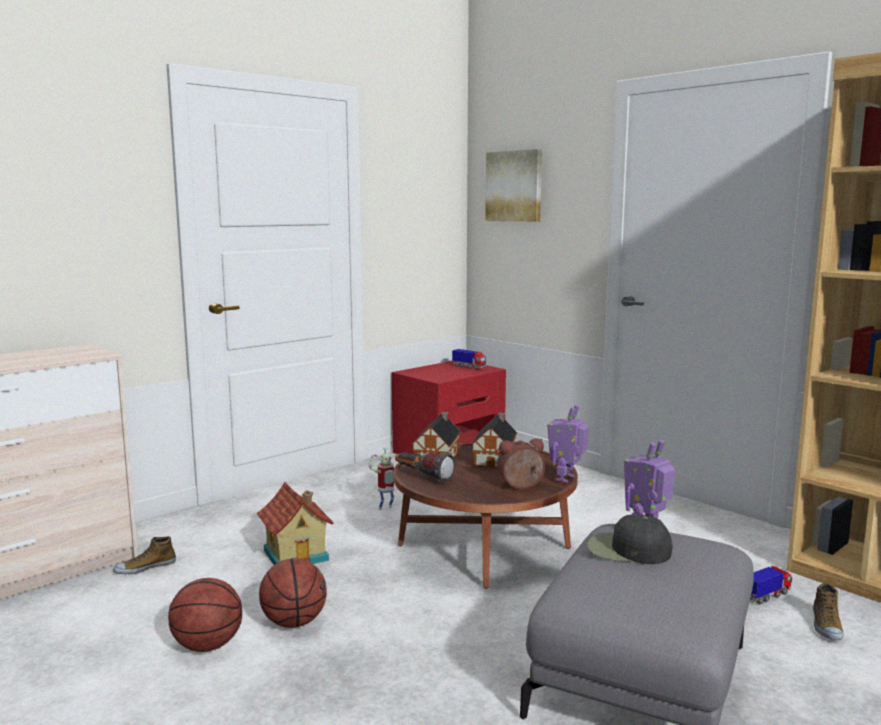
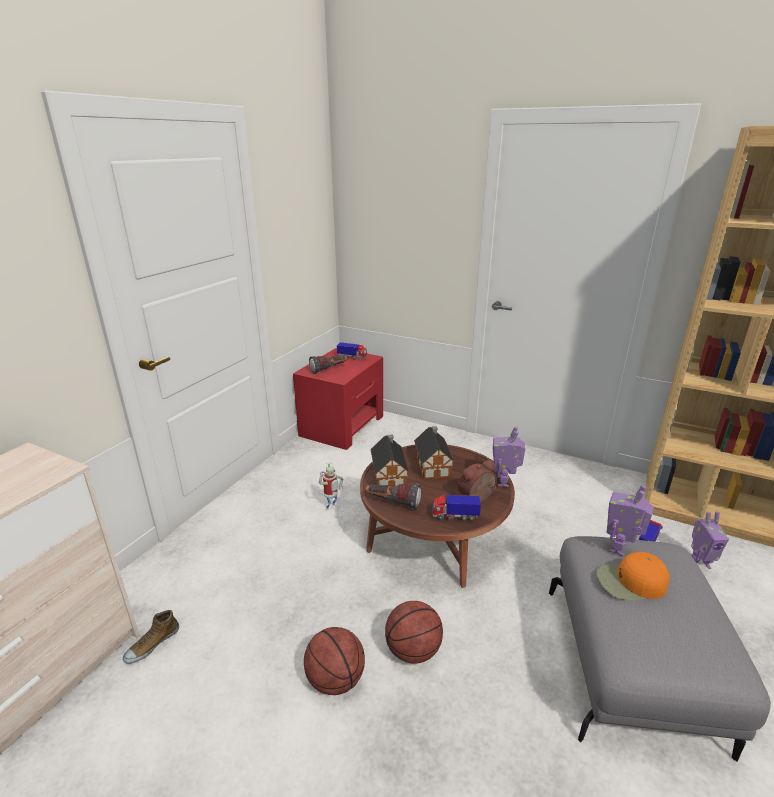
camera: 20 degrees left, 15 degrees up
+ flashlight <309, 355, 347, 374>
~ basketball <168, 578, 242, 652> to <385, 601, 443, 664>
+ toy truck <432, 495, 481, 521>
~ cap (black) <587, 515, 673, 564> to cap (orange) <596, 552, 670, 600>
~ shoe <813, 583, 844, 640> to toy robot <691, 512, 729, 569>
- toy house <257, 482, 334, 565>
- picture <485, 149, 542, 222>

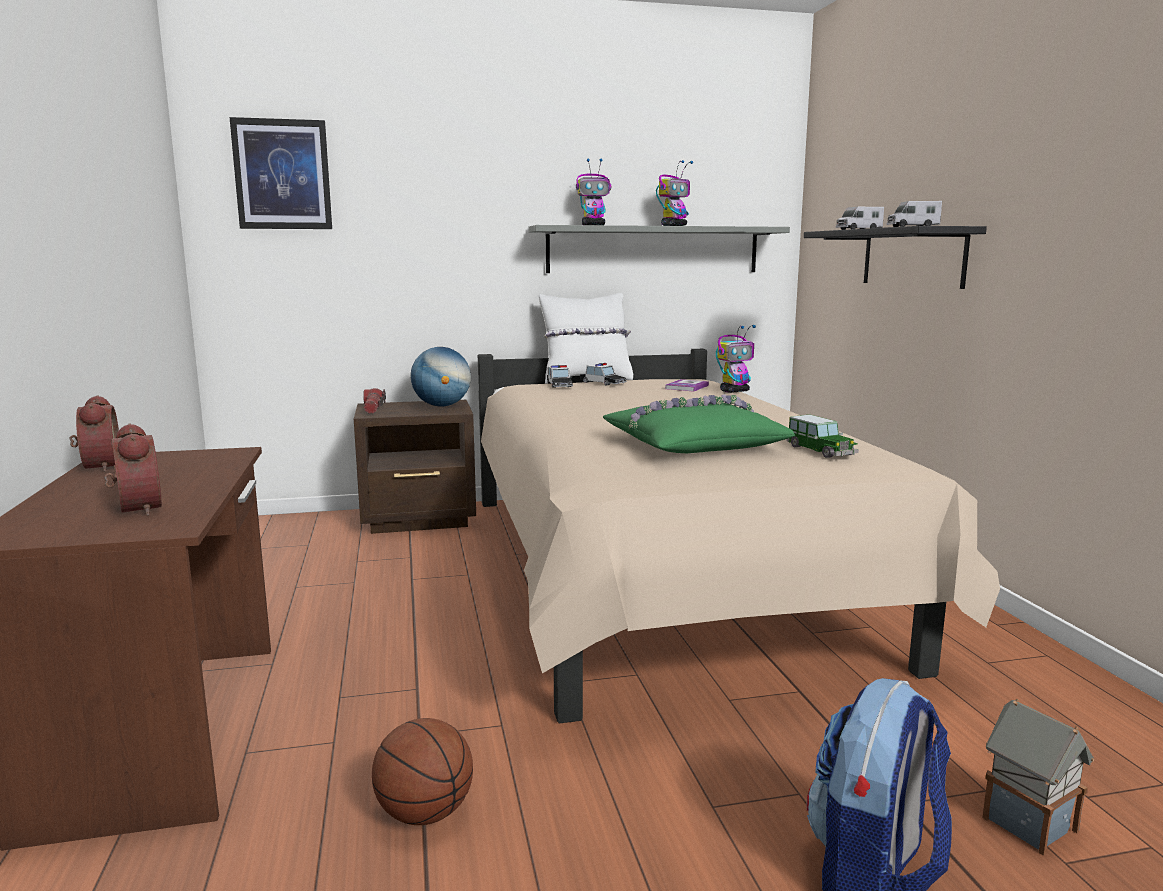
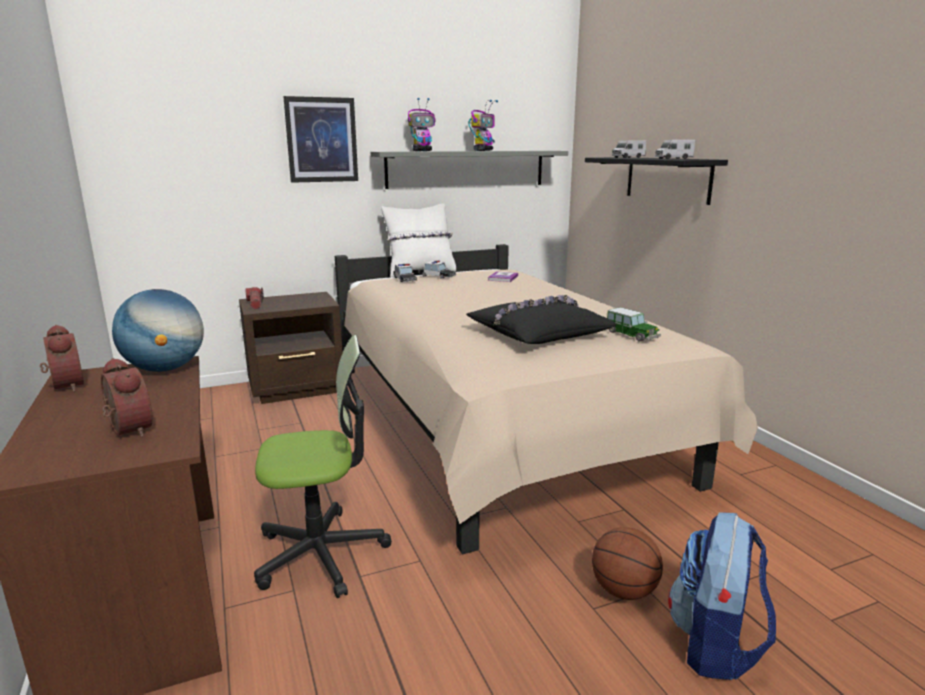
camera: 10 degrees left, 5 degrees up
~ globe <411, 347, 471, 407> to <112, 289, 204, 372>
+ office chair <254, 335, 392, 598>
~ picture <230, 117, 332, 229> to <283, 96, 358, 183>
~ pillow (green) <603, 394, 795, 453> to pillow (black) <466, 295, 616, 344>
~ basketball <372, 718, 473, 825> to <592, 527, 663, 600>
- toy robot <716, 325, 756, 393>
- toy house <983, 698, 1094, 856>

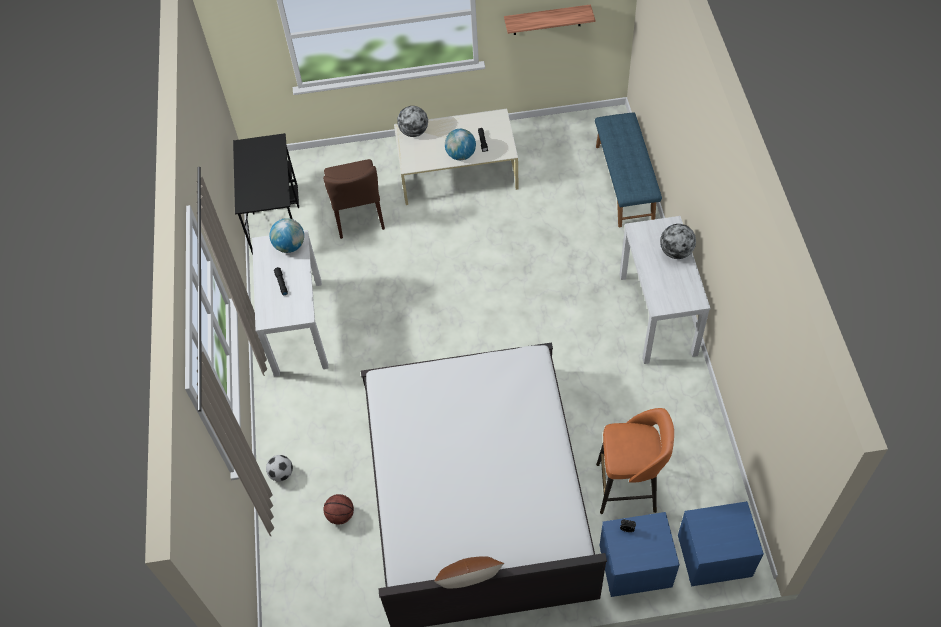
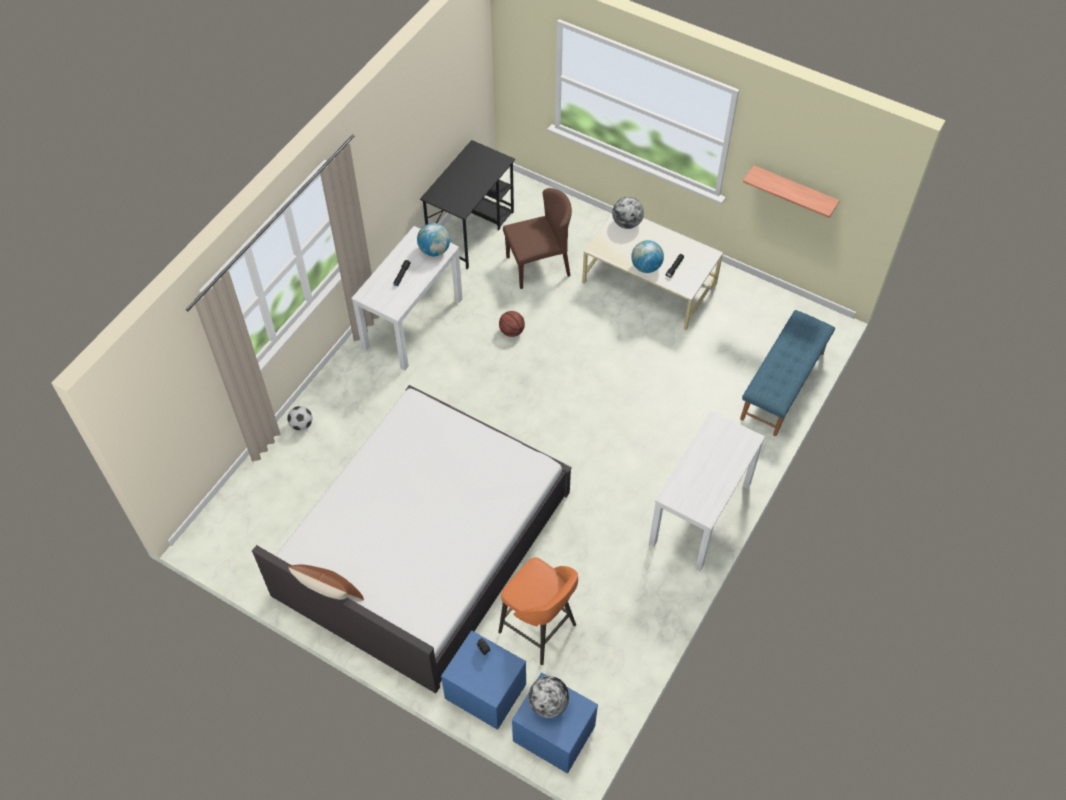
camera: 35 degrees right, 0 degrees up
~ basketball <323, 494, 354, 525> to <499, 311, 525, 337>
~ chair (brown) <323, 159, 385, 239> = <503, 188, 572, 289> 135 degrees counterclockwise
~ globe <660, 224, 696, 259> to <528, 676, 569, 718>

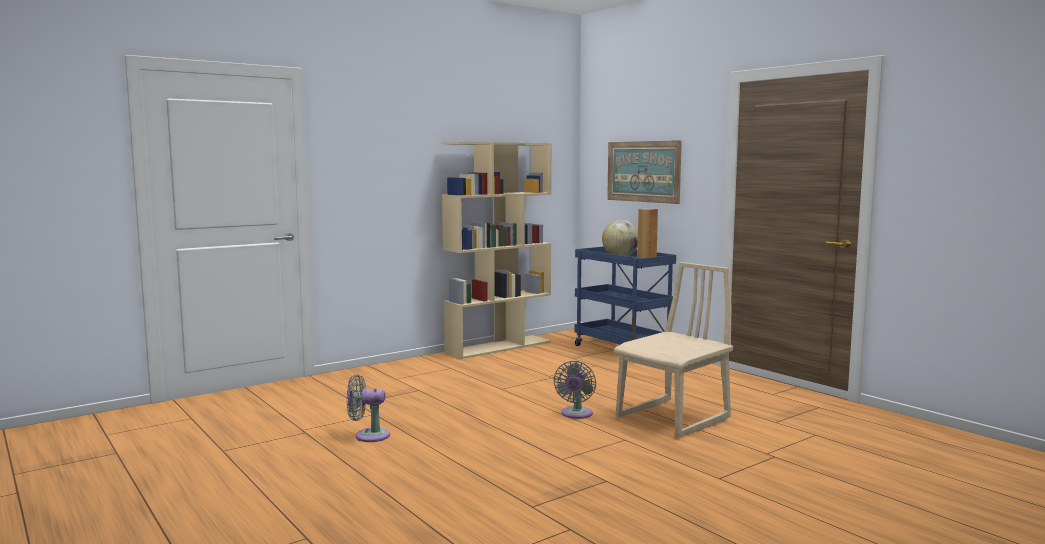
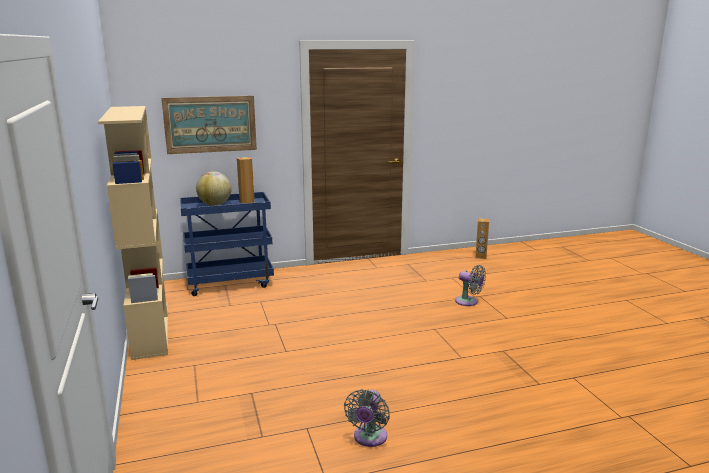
camera: 70 degrees left, 10 degrees up
~ fan (grey) <554, 361, 596, 419> to <455, 265, 486, 306>
+ speaker (brown) <475, 218, 489, 259>
- chair (beige) <613, 262, 733, 438>

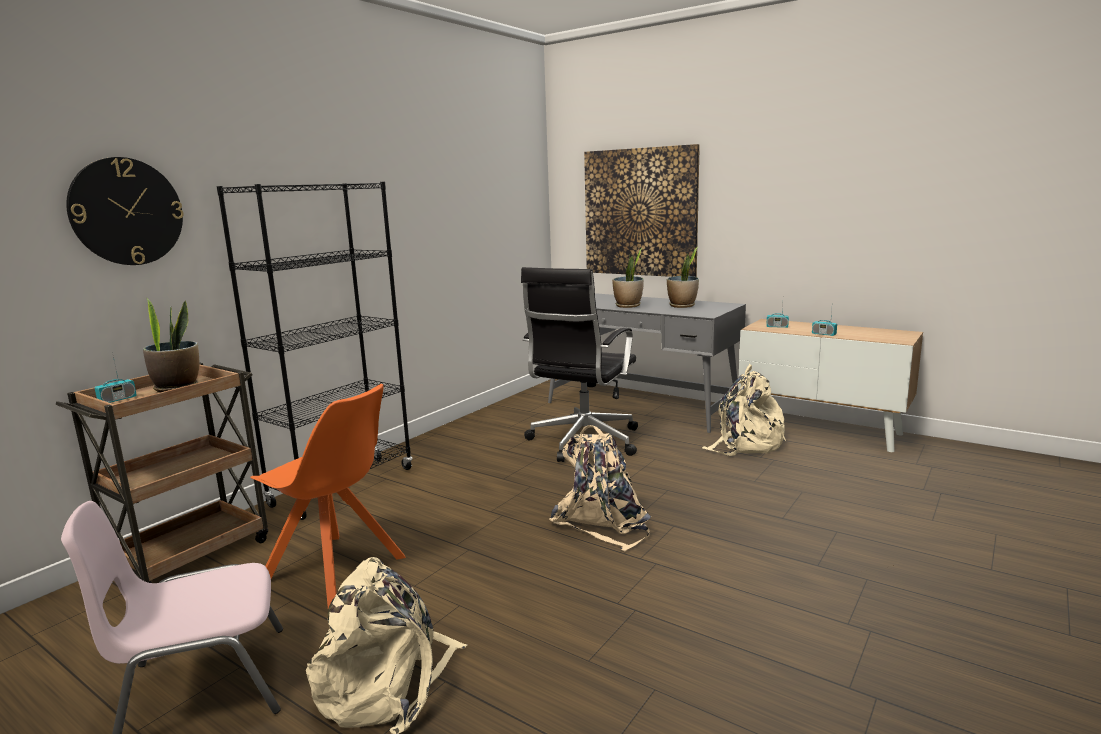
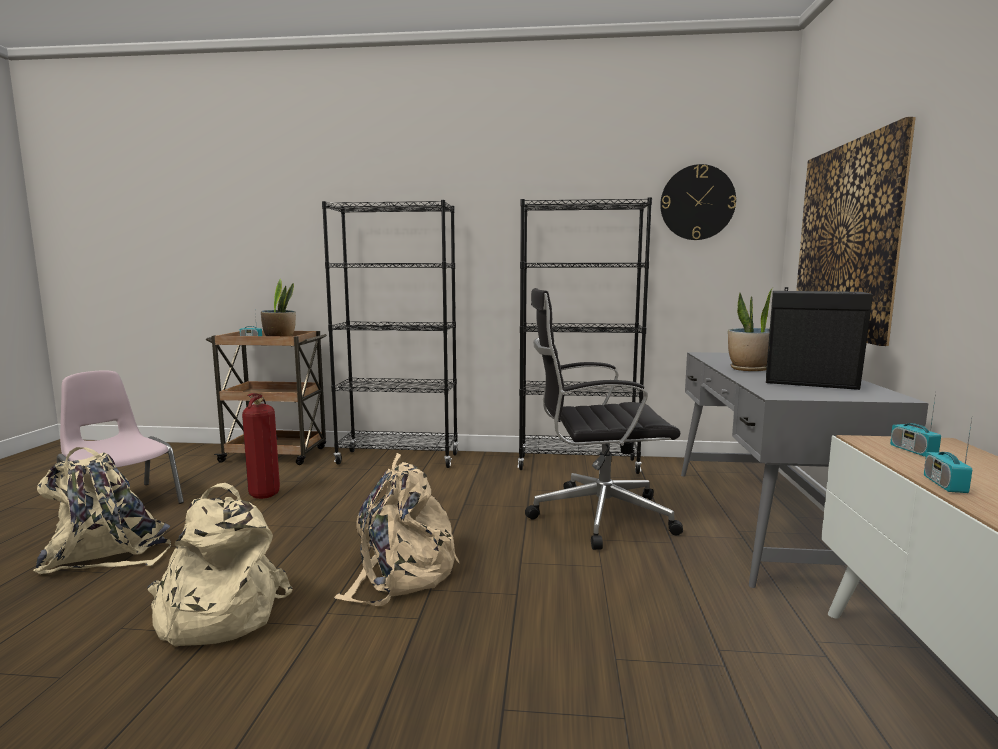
camera: 60 degrees right, 5 degrees down
~ backpack (beige) <702, 364, 786, 456> to <147, 483, 292, 646>
~ chair (orange) <250, 384, 406, 609> to fire extinguisher <242, 393, 280, 499>
+ bookcase (black) <518, 197, 652, 474>
~ wall clock <66, 157, 184, 265> to <660, 164, 736, 240>
~ potted plant <667, 247, 699, 308> to speaker (black) <766, 287, 873, 390>

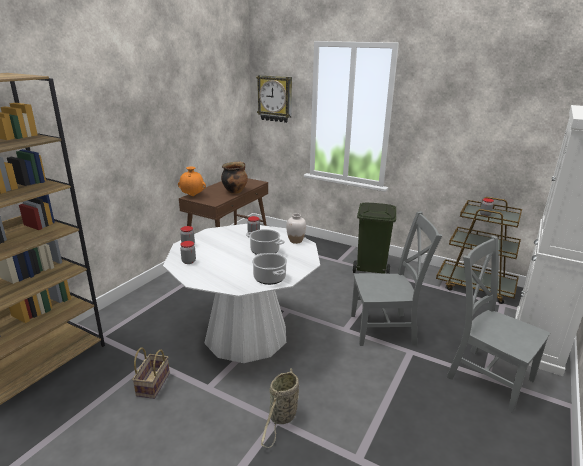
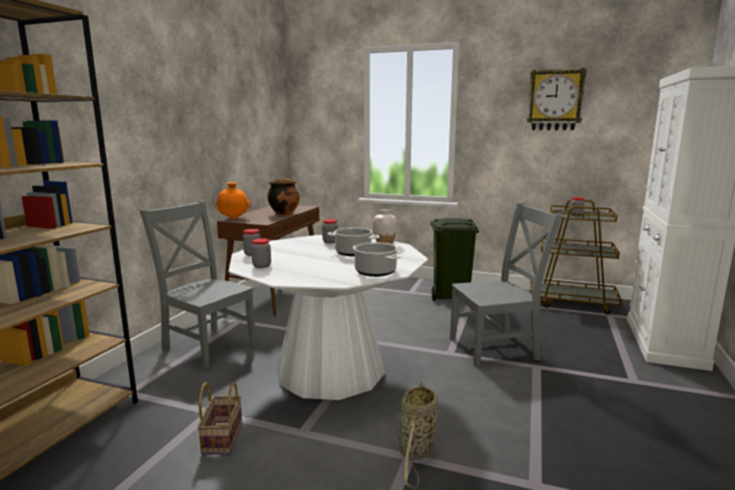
camera: 10 degrees left, 10 degrees down
~ chair (grey) <446, 236, 550, 413> to <139, 201, 256, 368>
~ wall clock <256, 75, 292, 123> to <527, 68, 587, 130>

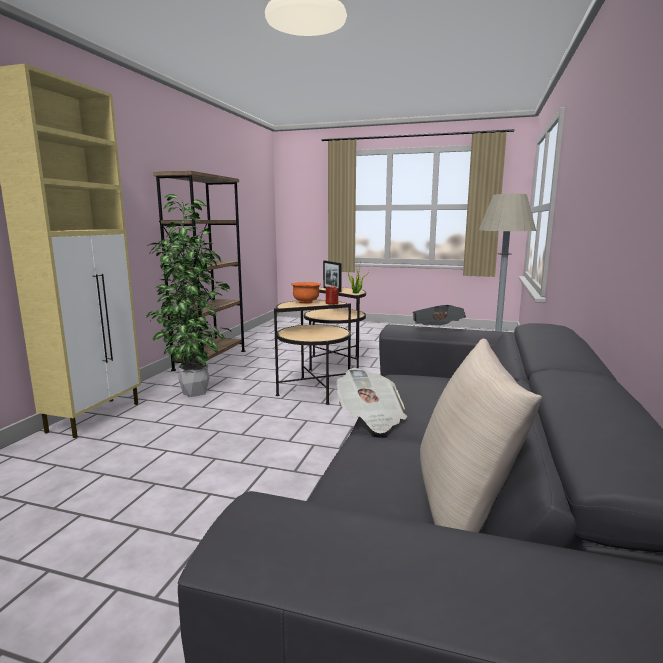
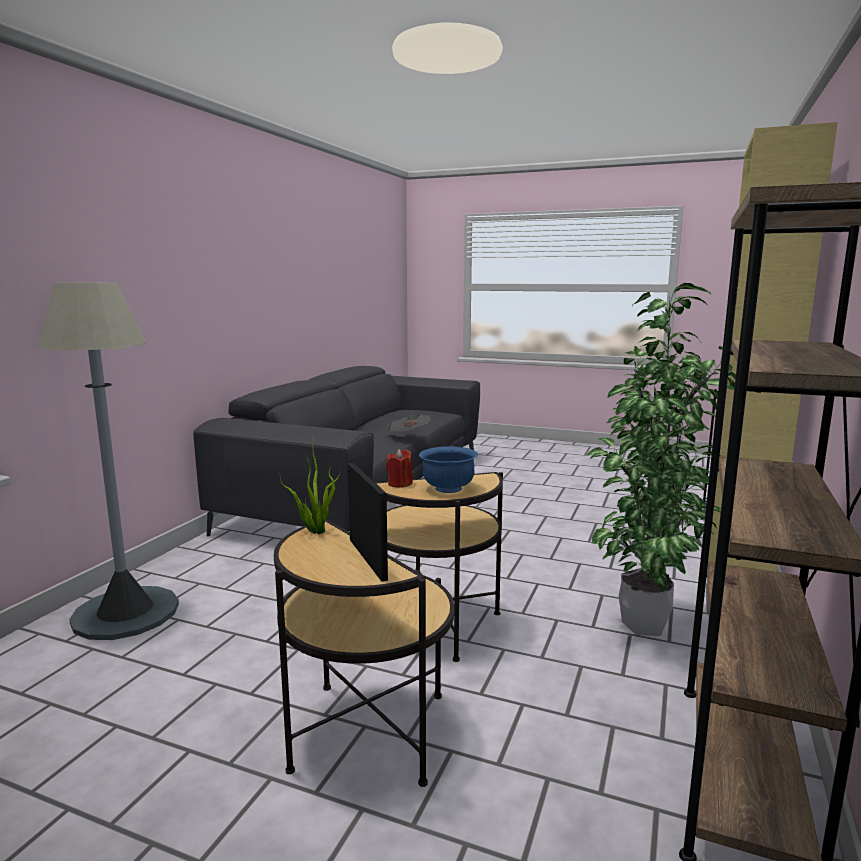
camera: 175 degrees left, 0 degrees up
~ bowl (orange) <291, 282, 321, 304> to bowl (blue) <419, 446, 478, 493>
- newspaper <412, 305, 466, 325>
- pillow (beige) <420, 338, 542, 533>

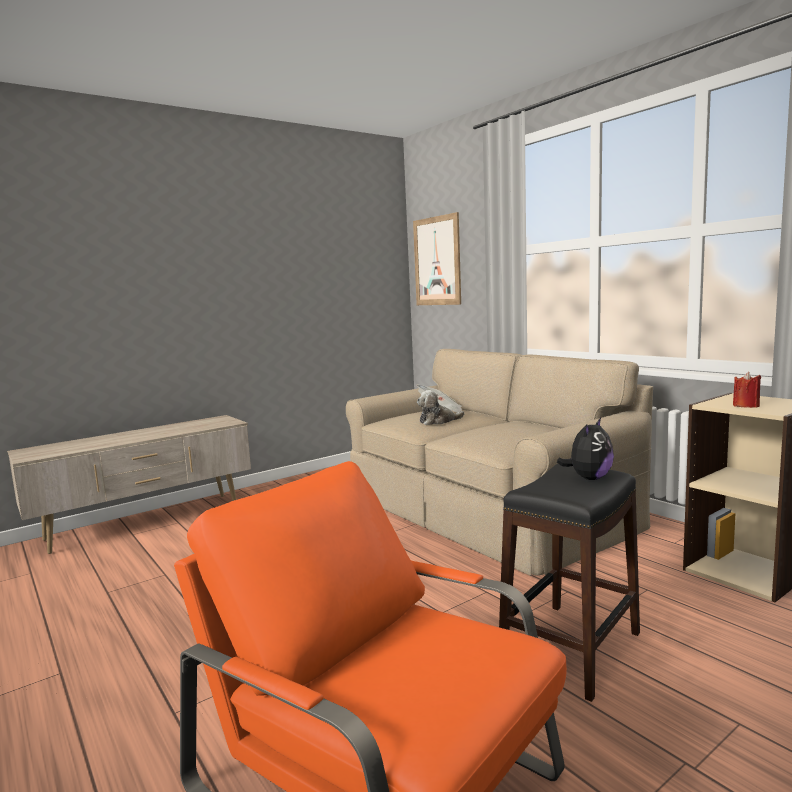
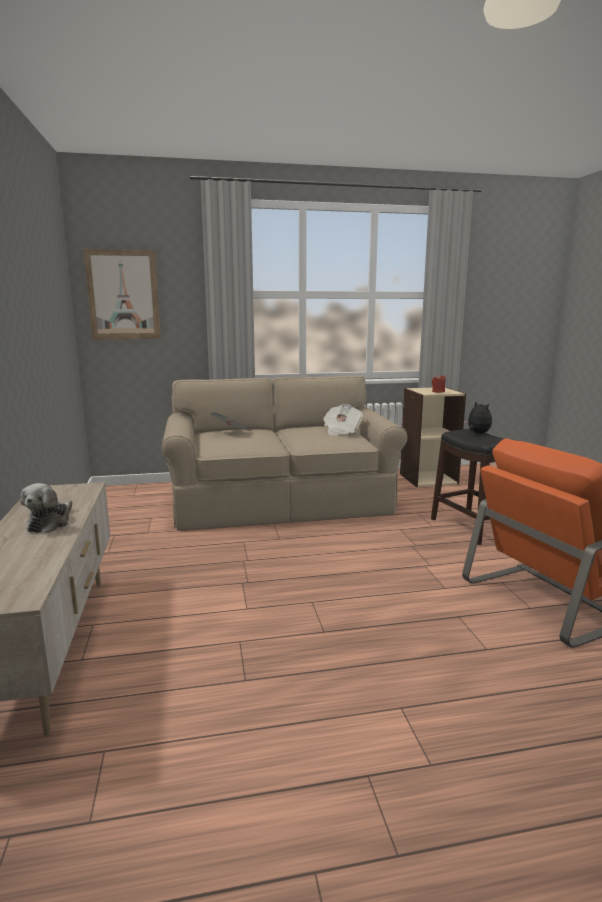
camera: 65 degrees left, 5 degrees up
~ plush toy <417, 390, 464, 425> to <20, 483, 72, 533>
+ newspaper <323, 404, 363, 435>

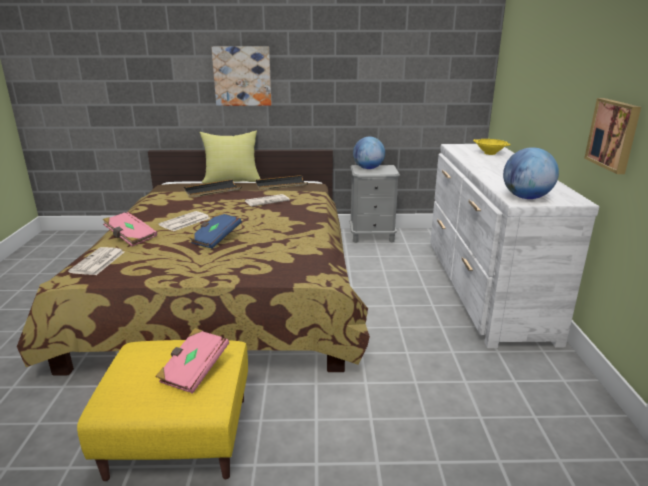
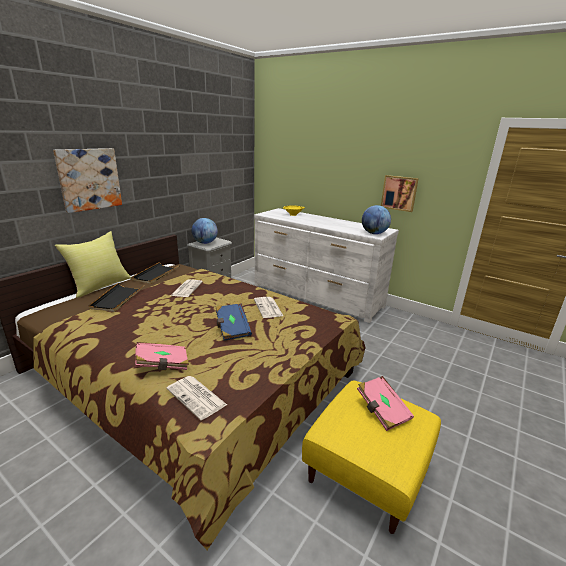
camera: 55 degrees left, 0 degrees up
~ newspaper <158, 211, 210, 231> to <254, 297, 283, 318>

